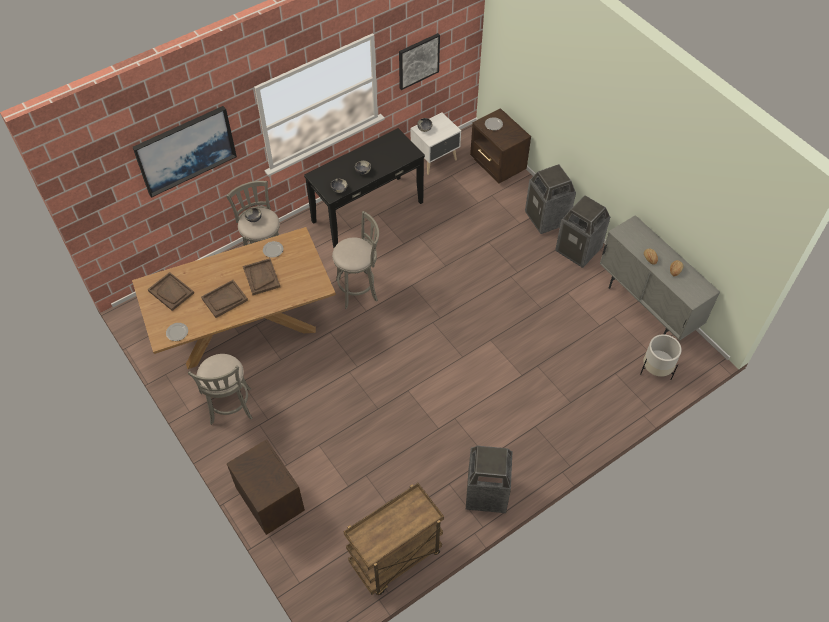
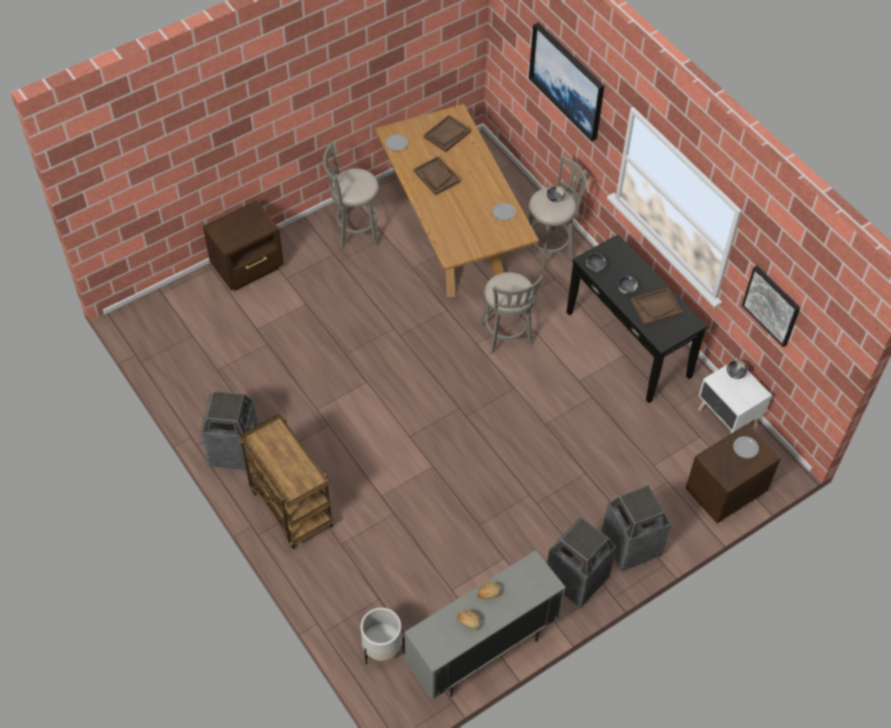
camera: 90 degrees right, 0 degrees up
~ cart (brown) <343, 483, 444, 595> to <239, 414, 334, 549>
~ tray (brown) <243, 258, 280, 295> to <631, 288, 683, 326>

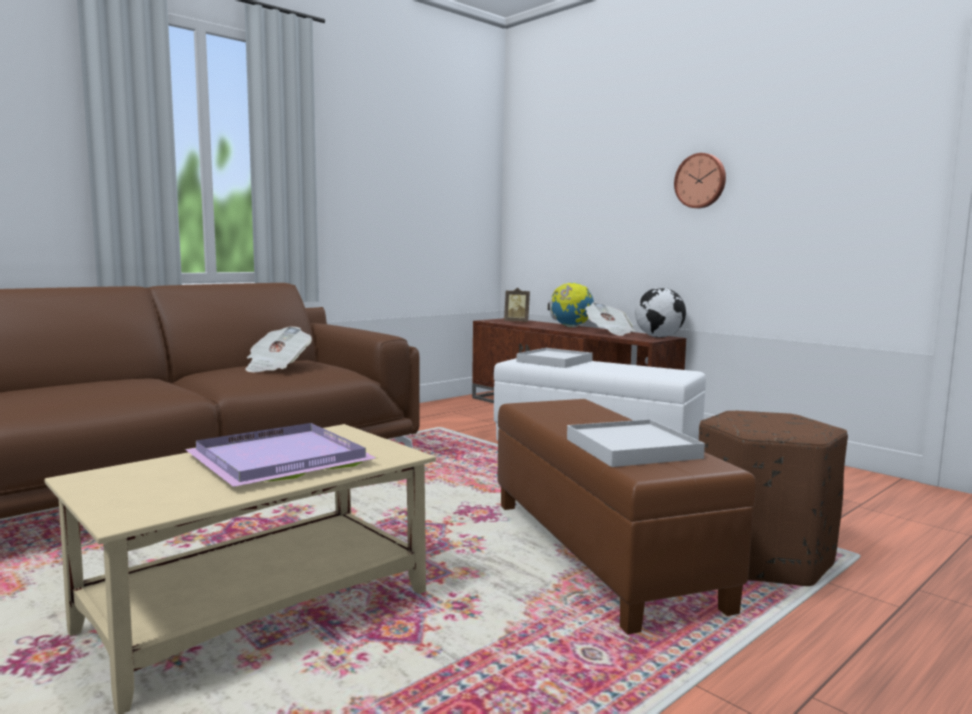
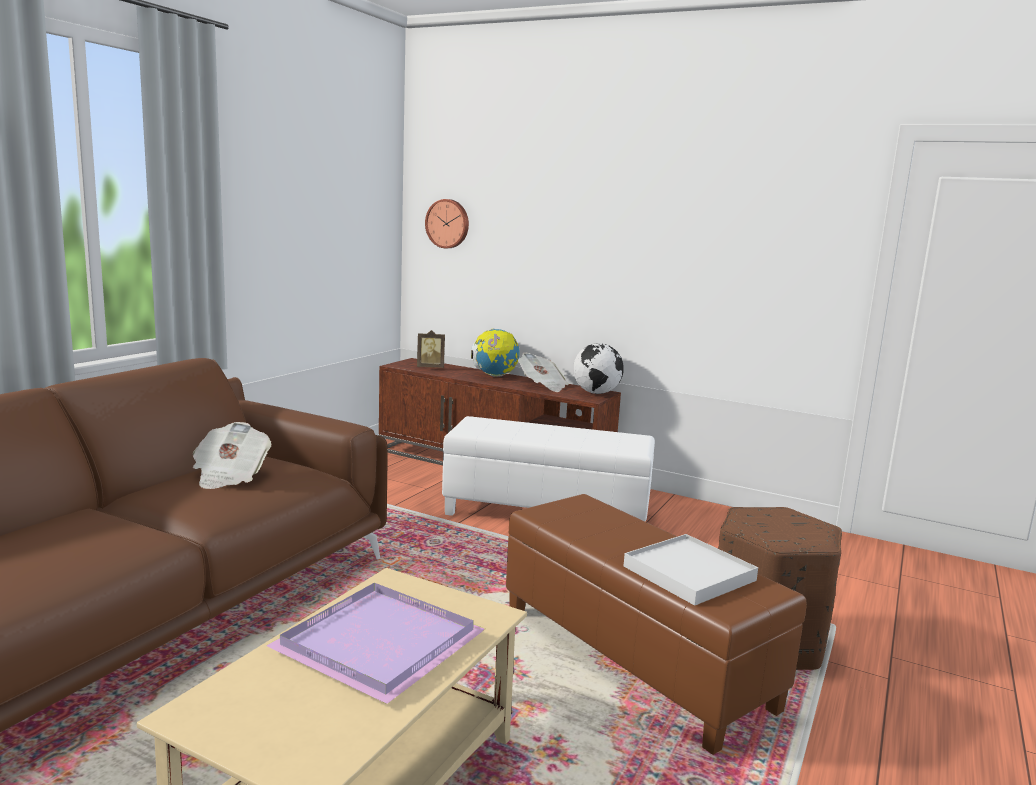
camera: 20 degrees left, 5 degrees up
~ wall clock <674, 153, 726, 208> to <425, 199, 469, 248>
- tray (white) <516, 348, 593, 368>

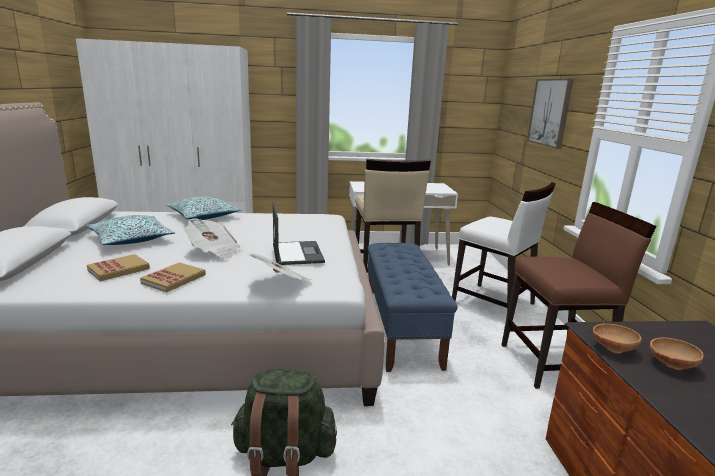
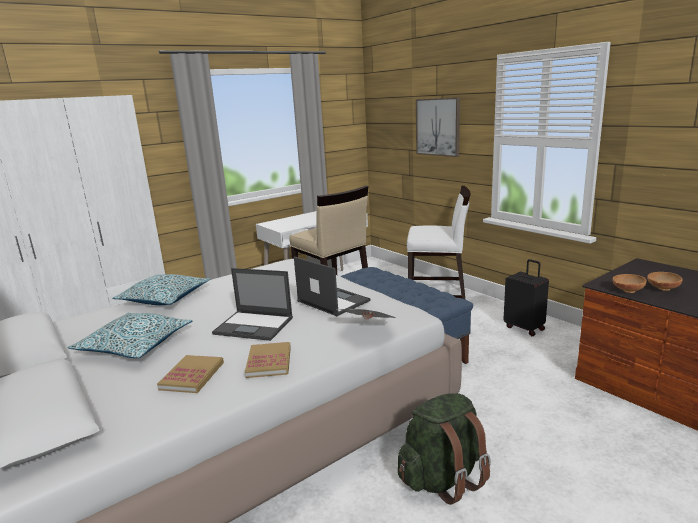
camera: 30 degrees left, 0 degrees up
~ newspaper <184, 218, 241, 259> to laptop <212, 268, 293, 341>
~ chair (brown) <502, 202, 657, 389> to suitcase (black) <503, 259, 549, 336>

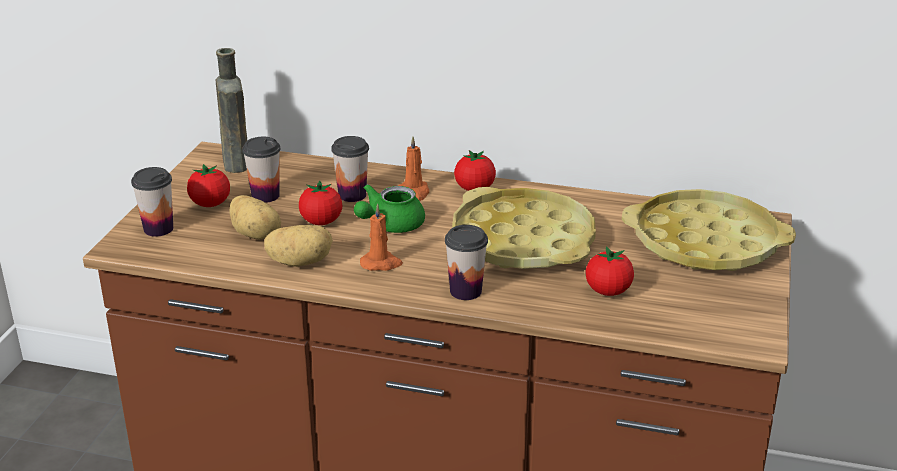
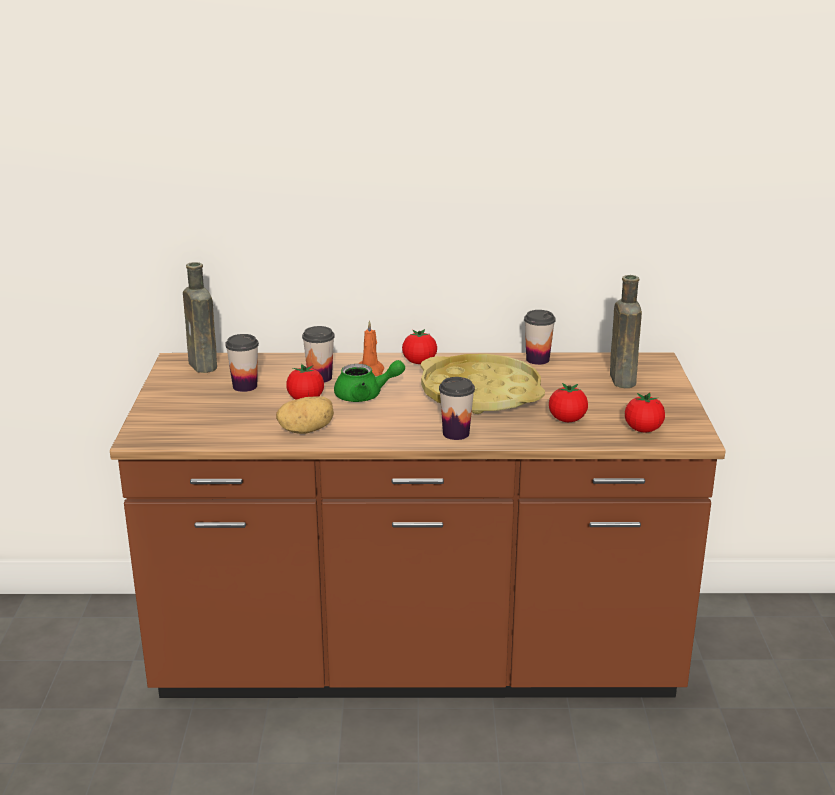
camera: 15 degrees left, 5 degrees down
~ teapot (green) <354, 184, 425, 233> = <334, 360, 405, 402> 120 degrees counterclockwise
~ cup <131, 167, 173, 237> to <524, 310, 556, 365>
~ tray (yellow) <622, 189, 796, 271> to bottle (brown) <610, 275, 642, 388>
~ tomato <187, 164, 230, 207> to <625, 392, 665, 433>
- potato <229, 195, 281, 240>
- candle (orange) <360, 204, 403, 271>

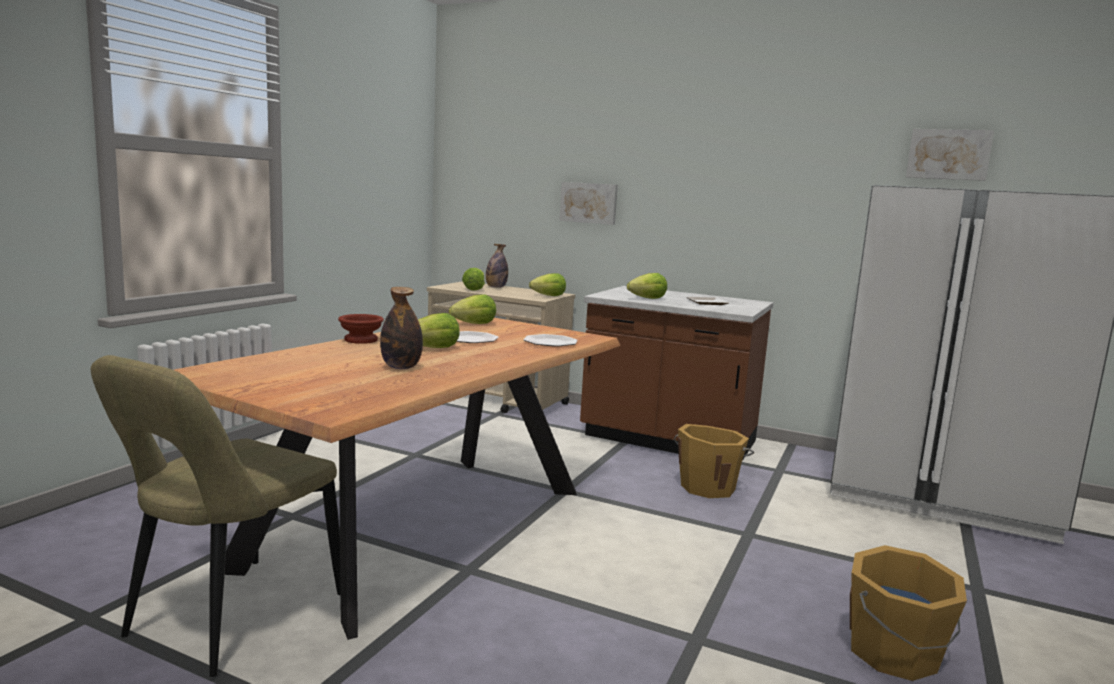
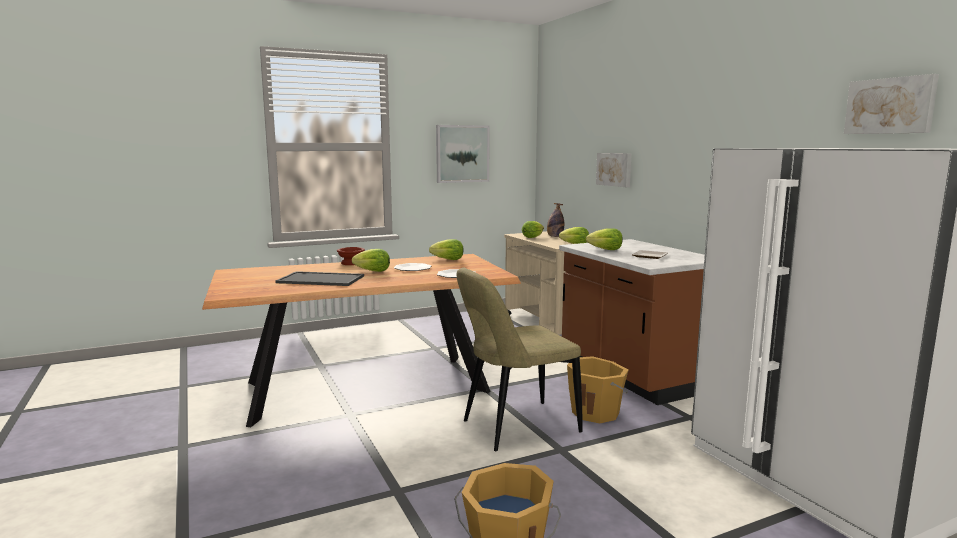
camera: 40 degrees right, 0 degrees up
~ bottle <380, 287, 423, 369> to tray <275, 271, 364, 286>
+ picture <436, 125, 489, 183>
~ chair (beige) <91, 355, 340, 677> to <456, 268, 583, 451>

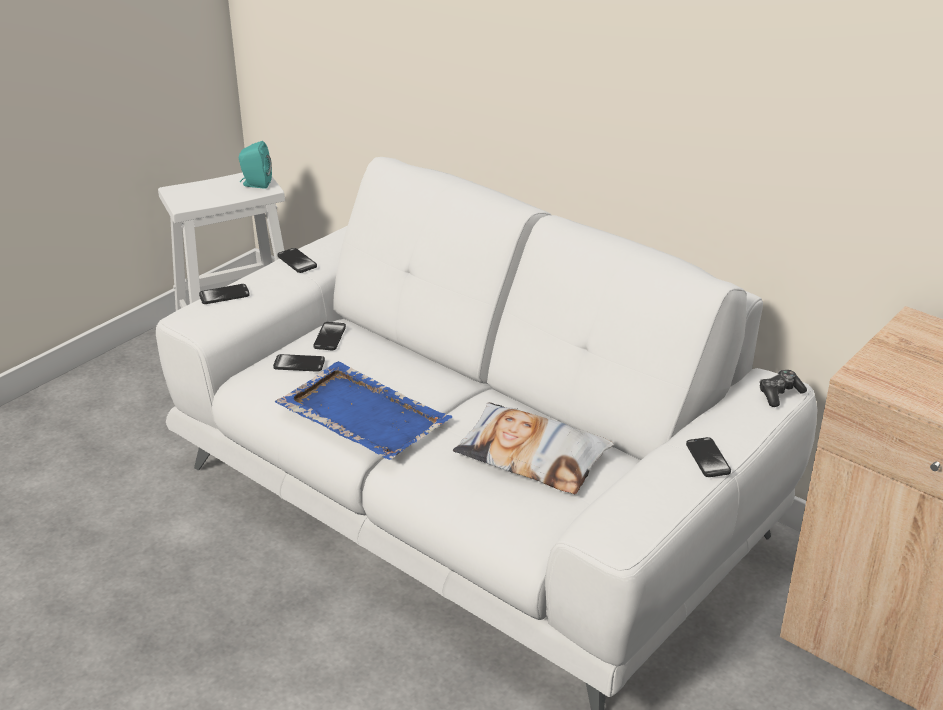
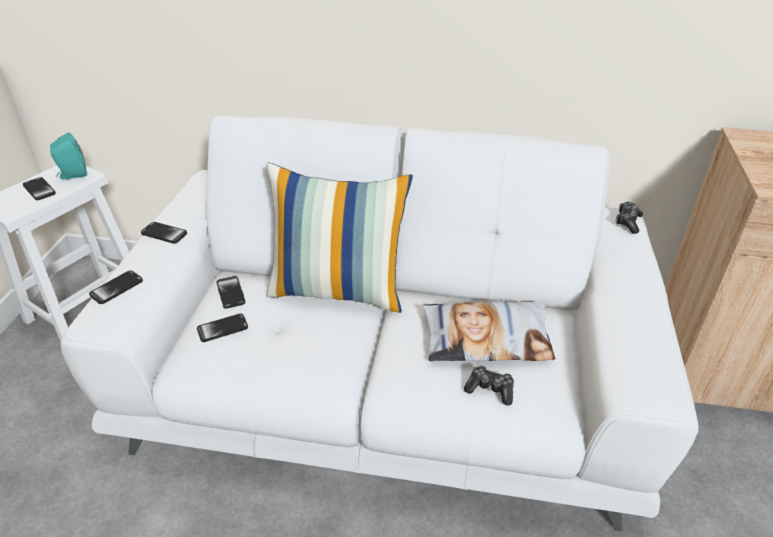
camera: 30 degrees left, 5 degrees up
~ phone <686, 437, 731, 477> to <23, 177, 56, 200>
+ pillow <266, 163, 413, 313>
+ game controller <464, 366, 514, 406>
- tray (blue) <275, 361, 452, 460>

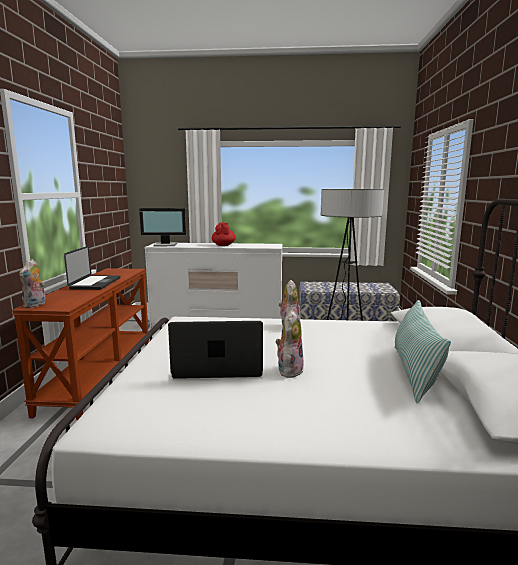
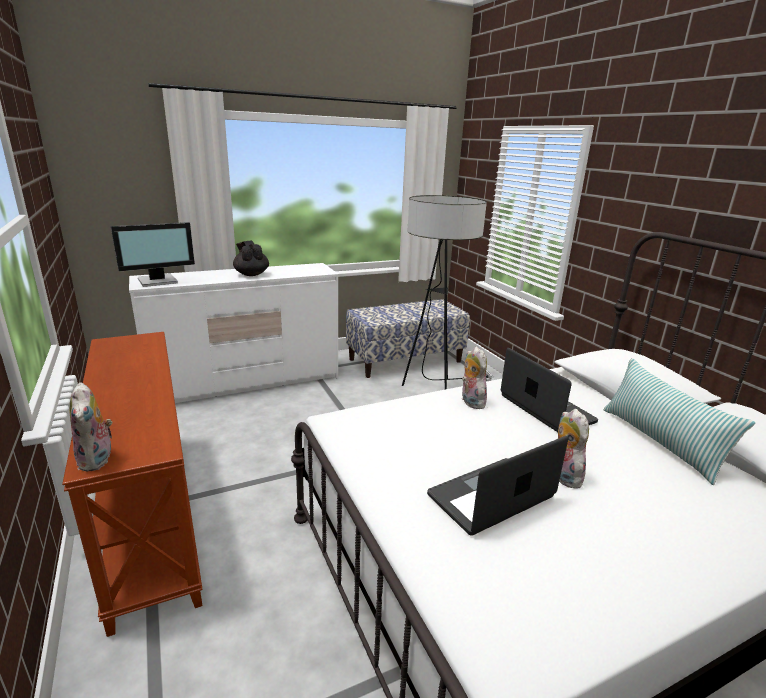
camera: 30 degrees left, 10 degrees up
~ teapot (red) <212, 222, 236, 246> to teapot (black) <233, 241, 269, 276>
~ laptop <64, 246, 121, 290> to <501, 348, 598, 432>

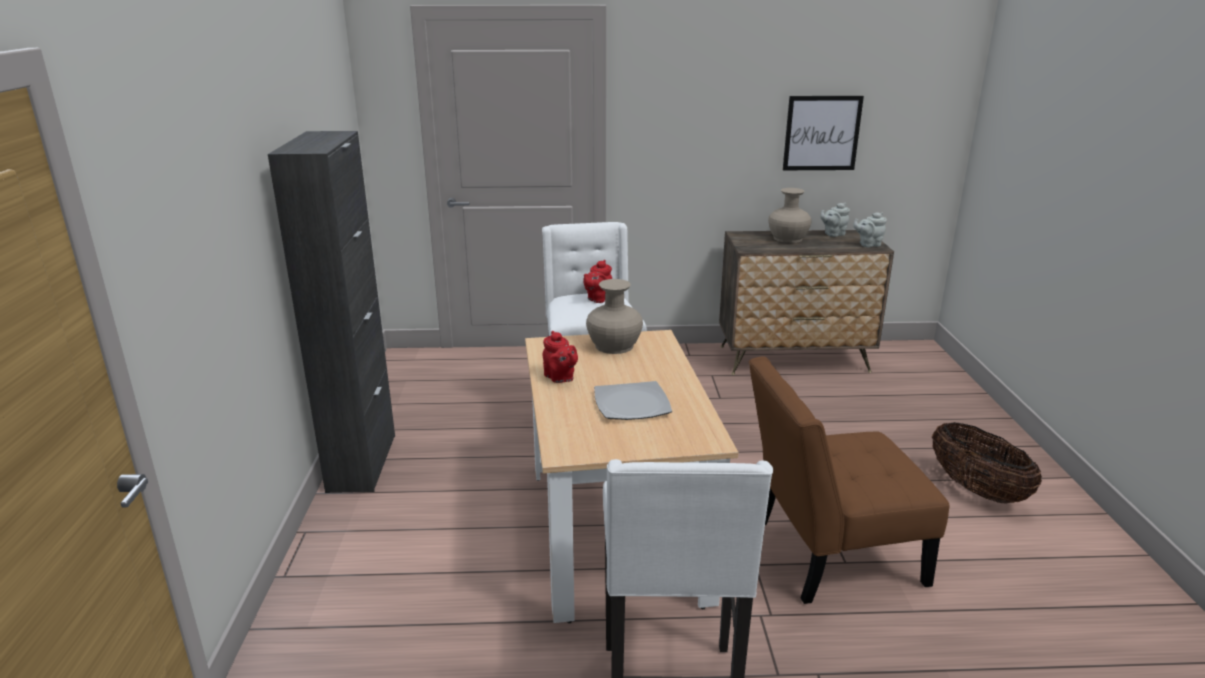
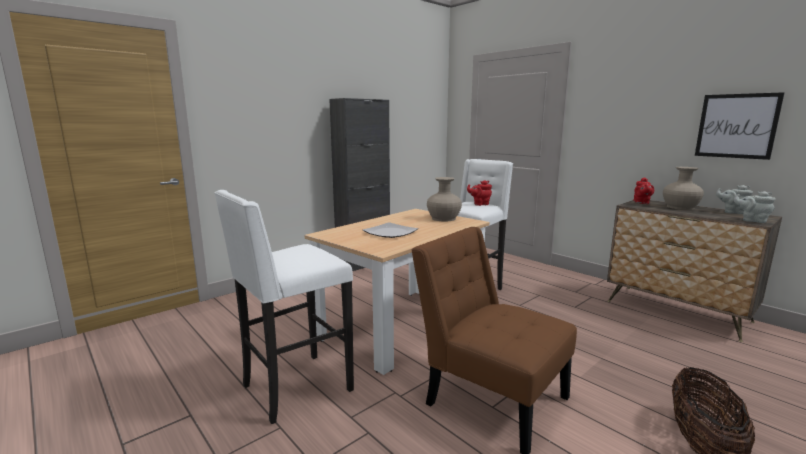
camera: 50 degrees right, 10 degrees down
~ teapot (red) <542, 331, 578, 383> to <633, 177, 654, 204>

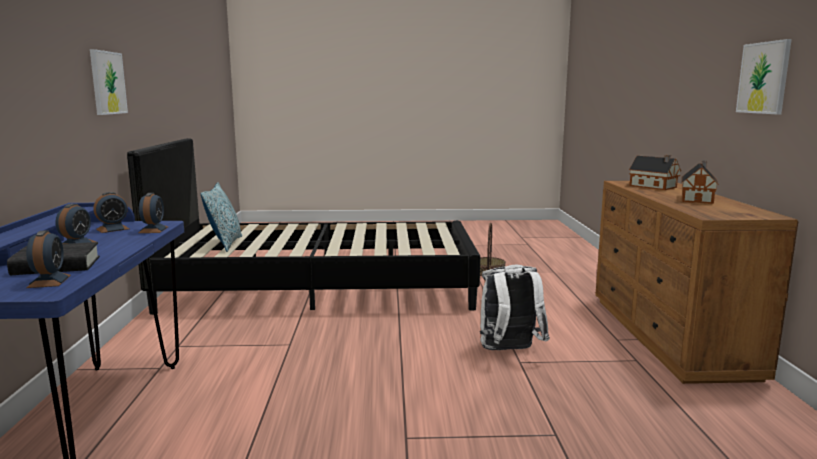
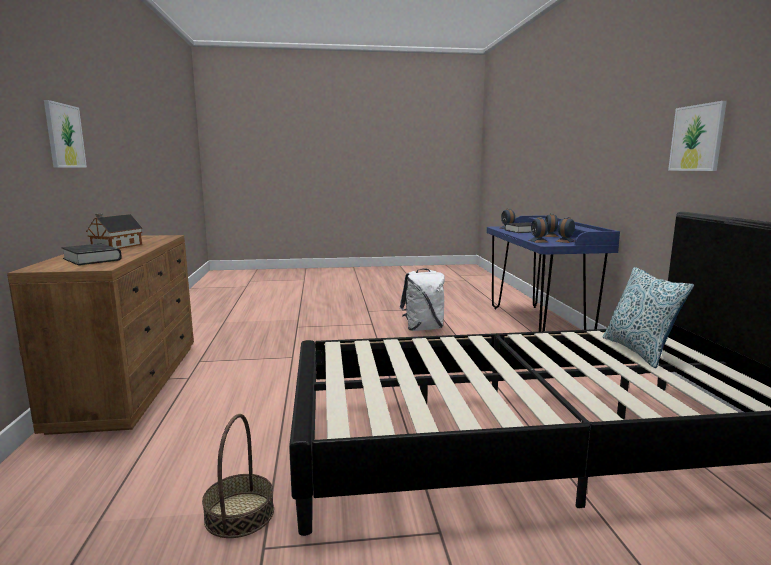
camera: 175 degrees right, 0 degrees up
~ toy house <629, 155, 681, 190> to book (black) <62, 244, 122, 265>
~ backpack (white) <480, 265, 550, 350> to <400, 268, 445, 331>

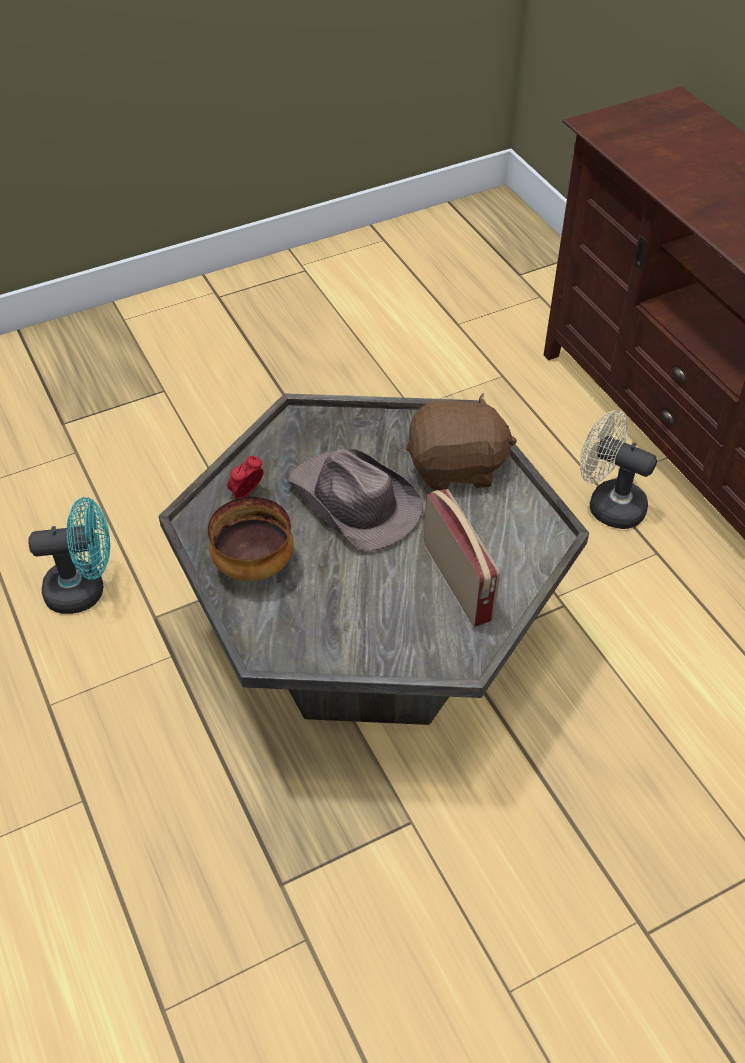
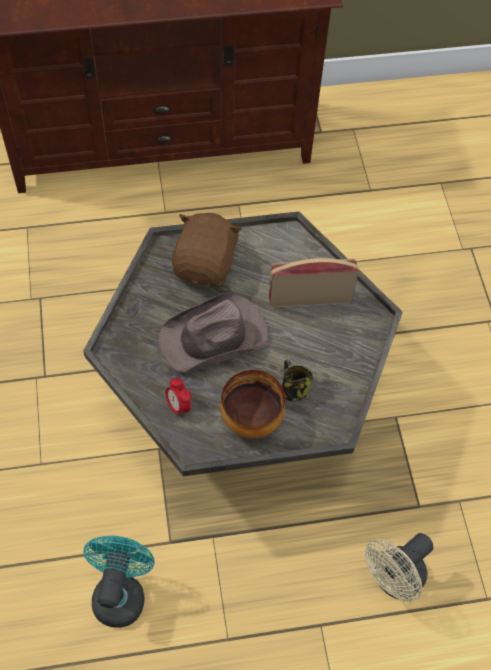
camera: 75 degrees left, 10 degrees up
+ mug <282, 360, 313, 402>
~ fan (beige) <580, 410, 657, 529> to <365, 533, 434, 602>

